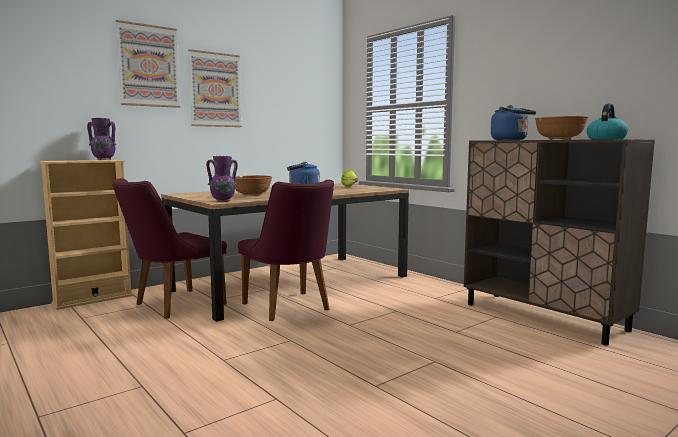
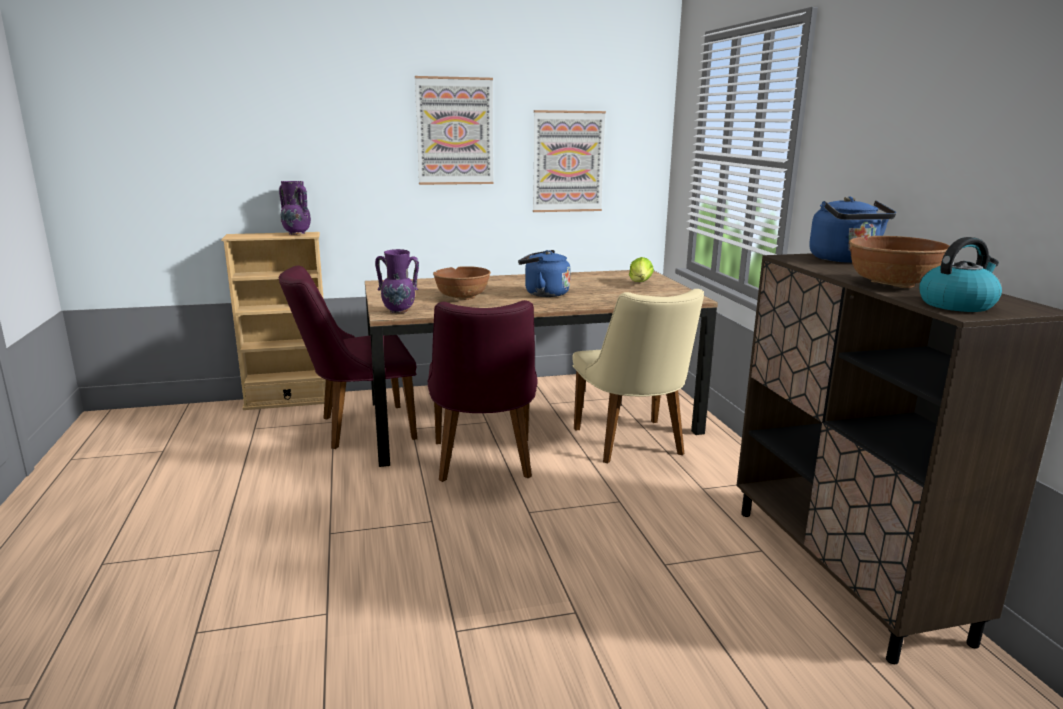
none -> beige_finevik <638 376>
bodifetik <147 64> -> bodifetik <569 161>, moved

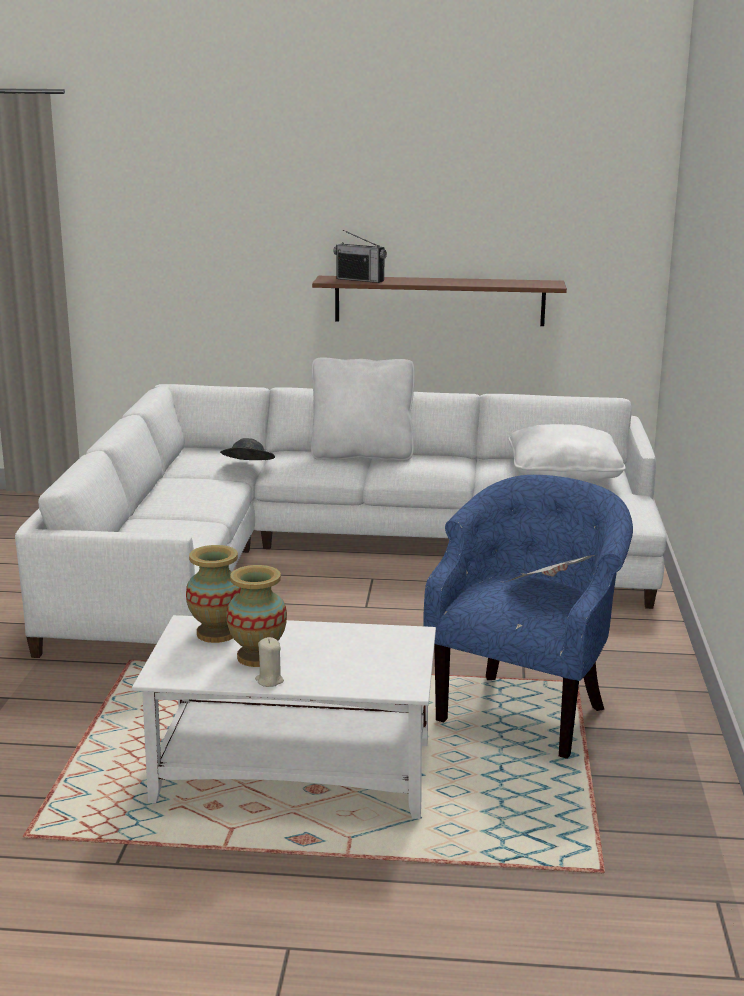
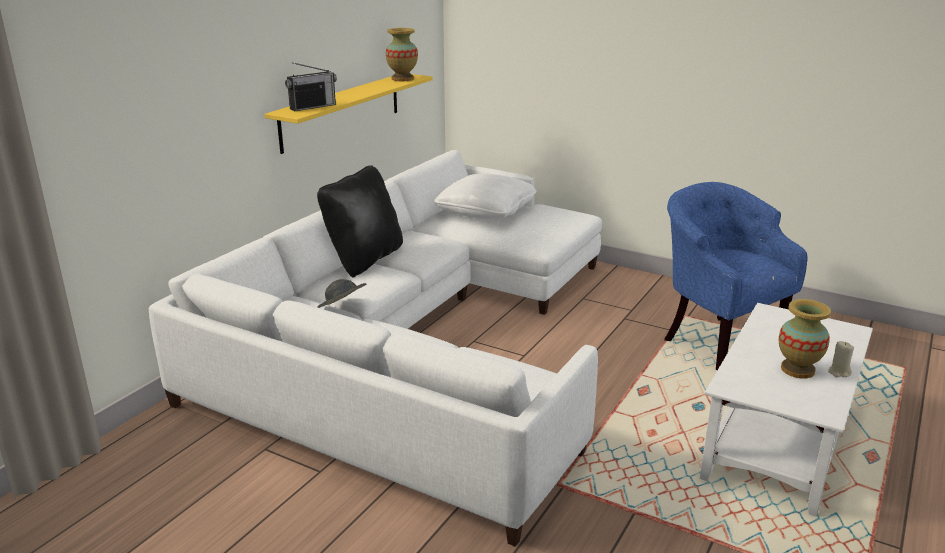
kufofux <550 568> -> none
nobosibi <213 594> -> nobosibi <402 54>, moved
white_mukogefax <363 409> -> black_mukogefax <360 222>
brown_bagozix <439 301> -> yellow_bagozix <348 114>

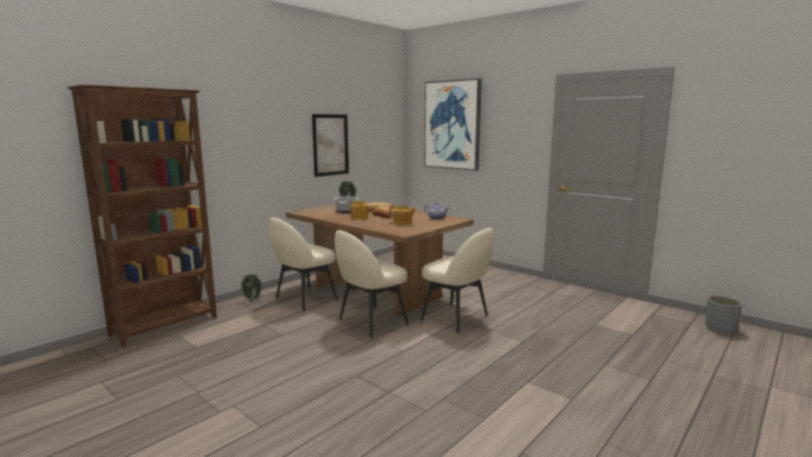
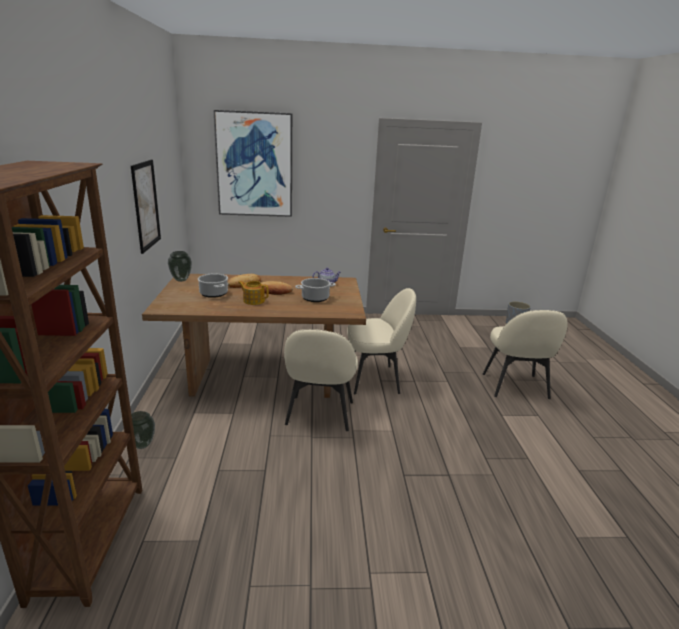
beige_finevik <303 264> -> beige_finevik <525 354>, moved
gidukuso <403 215> -> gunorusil <315 290>

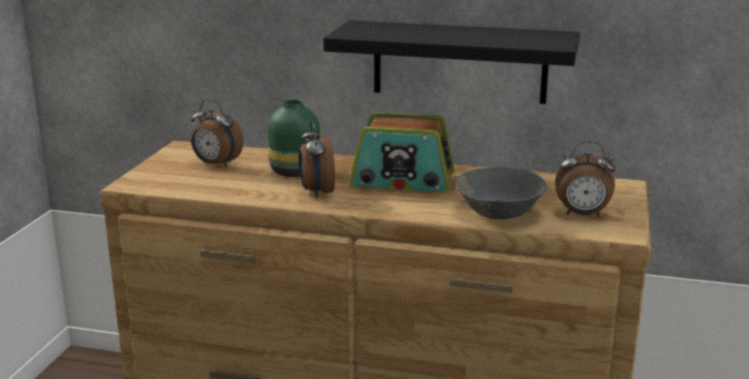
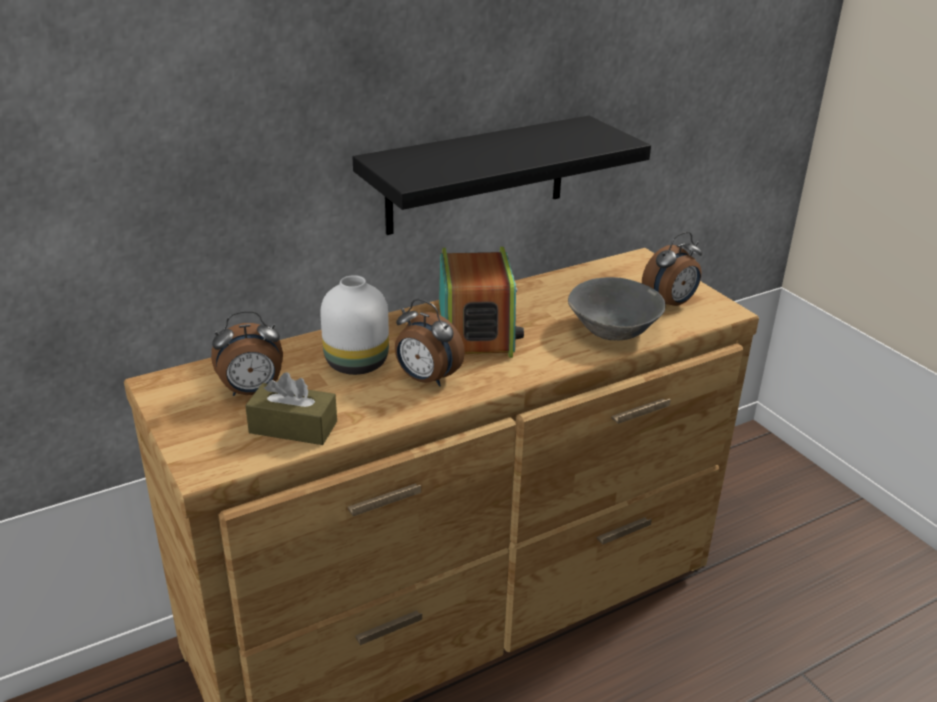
none -> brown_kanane <291 408>
green_nobosibi <294 138> -> white_nobosibi <354 325>
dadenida <402 152> -> dadenida <481 302>, 60 degrees counterclockwise

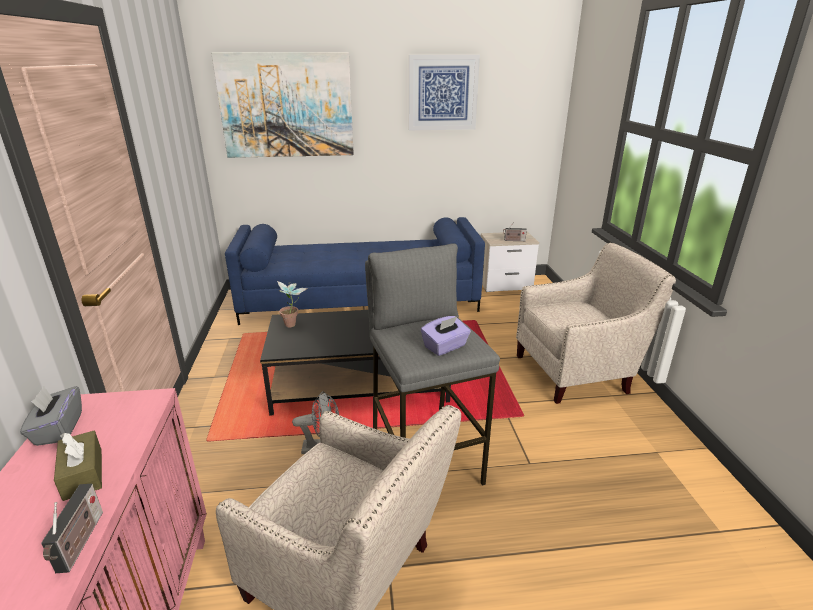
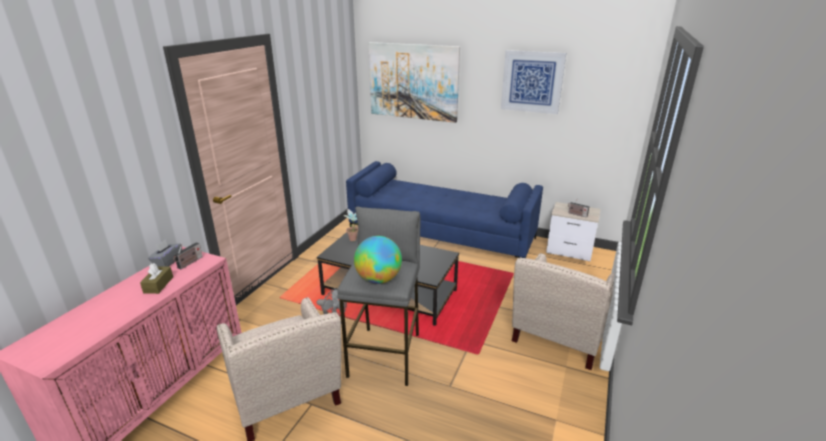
dadenida <72 528> -> dadenida <188 255>, moved
purple_kanane <446 336> -> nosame <378 260>
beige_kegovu <596 323> -> beige_kegovu <563 311>, 105 degrees clockwise

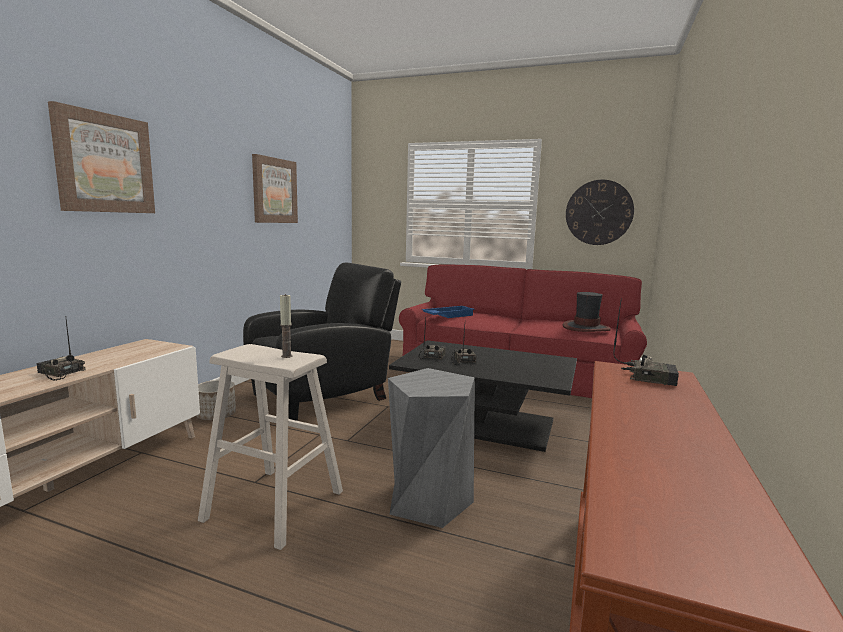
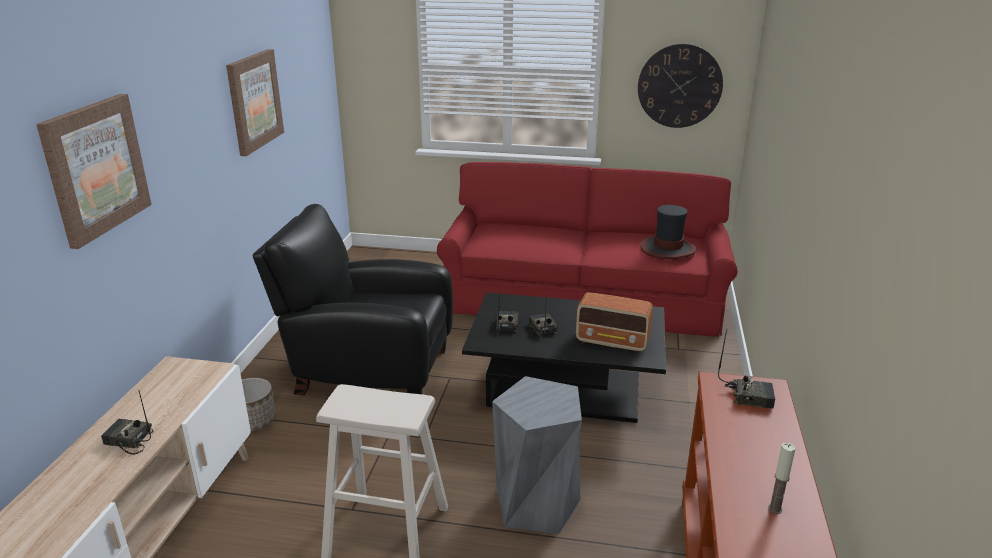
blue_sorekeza <448 312> -> none
none -> dadenida <614 322>
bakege <286 326> -> bakege <782 478>, moved
black_kegovu <322 342> -> black_kegovu <353 299>, 120 degrees counterclockwise

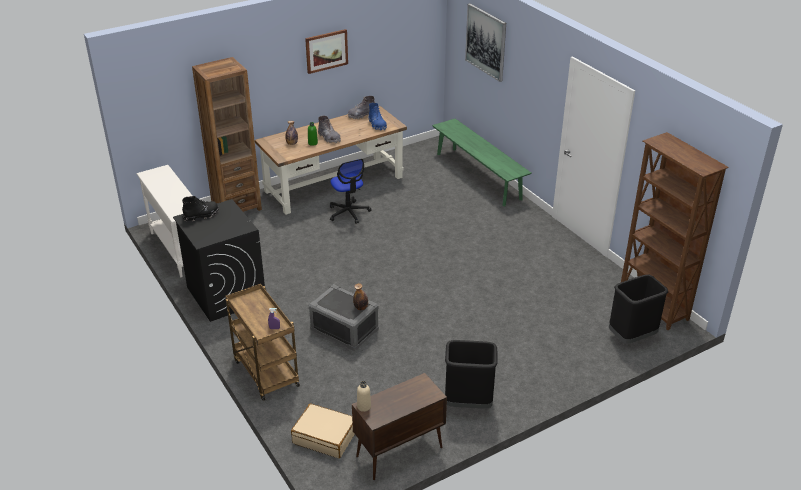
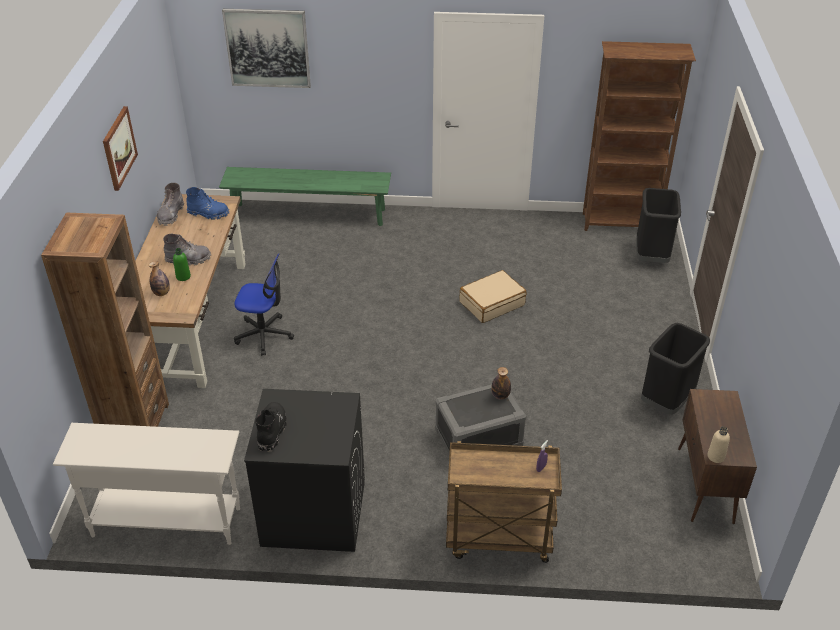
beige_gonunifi <323 431> -> beige_gonunifi <492 296>, moved

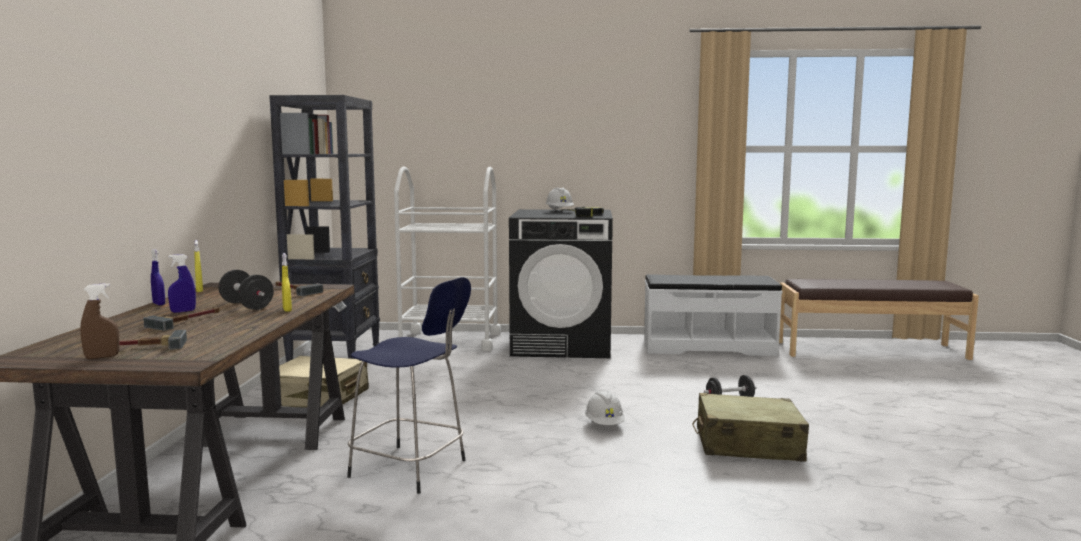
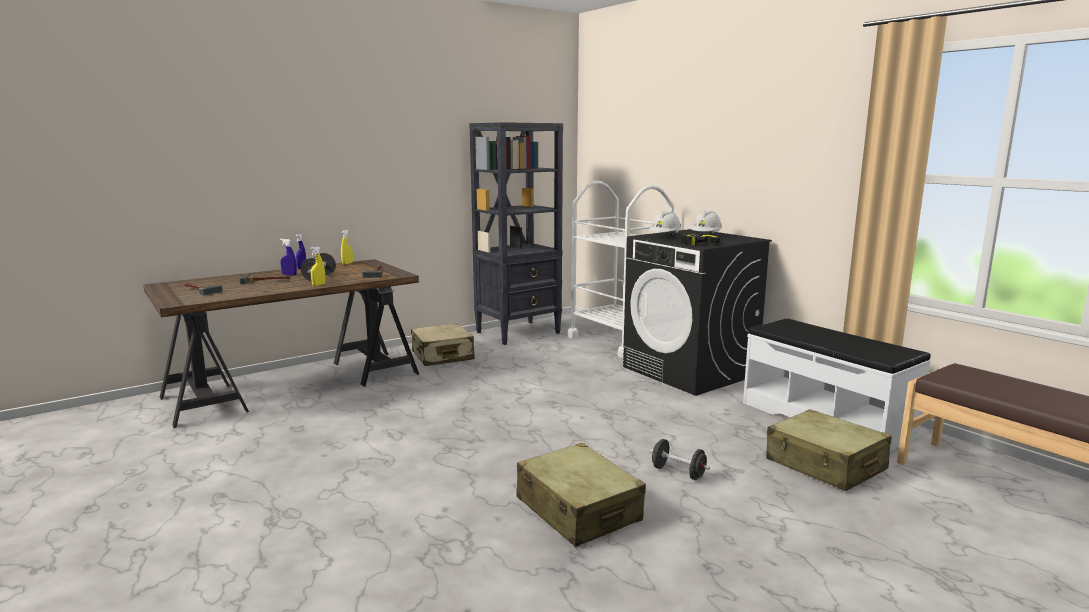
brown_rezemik <100 321> -> none
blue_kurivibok <409 385> -> none
none -> beige_gonunifi <829 450>
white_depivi <605 408> -> white_depivi <665 223>, moved

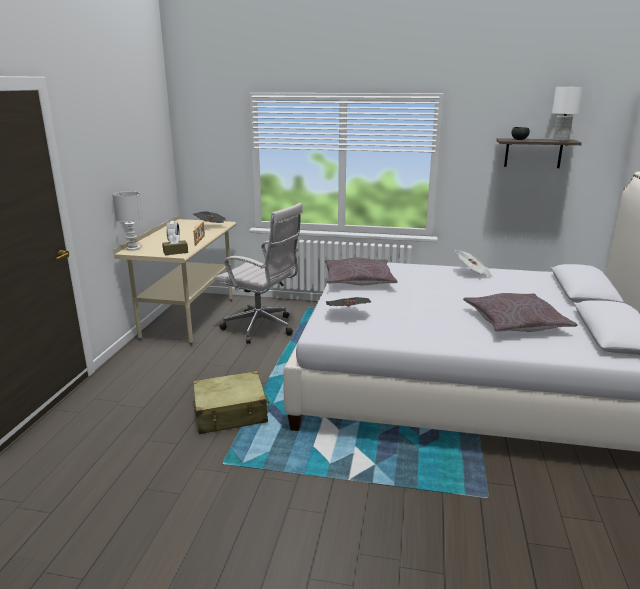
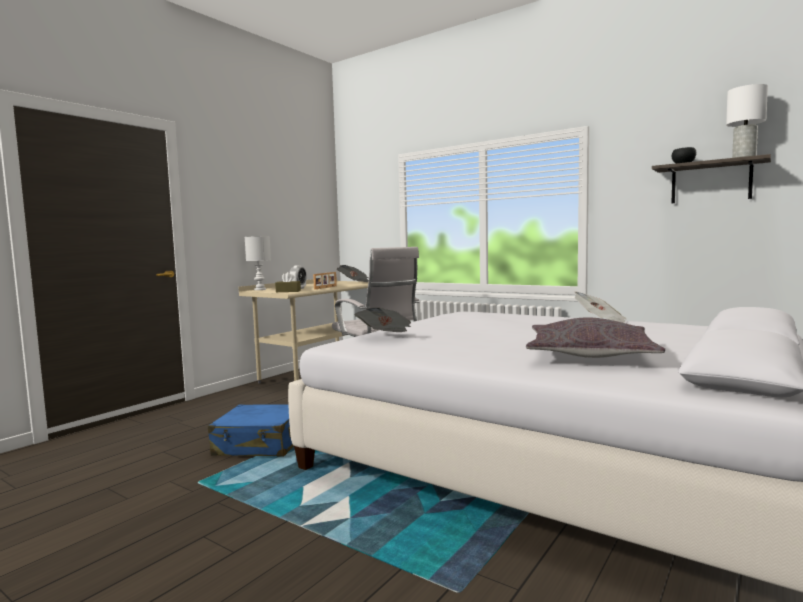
grey_mukogefax <361 271> -> none
beige_gonunifi <231 402> -> blue_gonunifi <251 430>

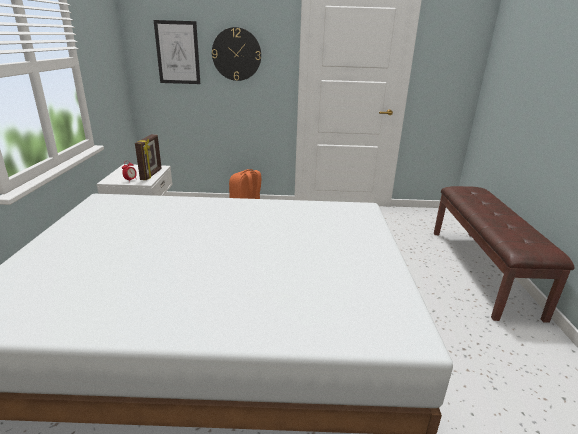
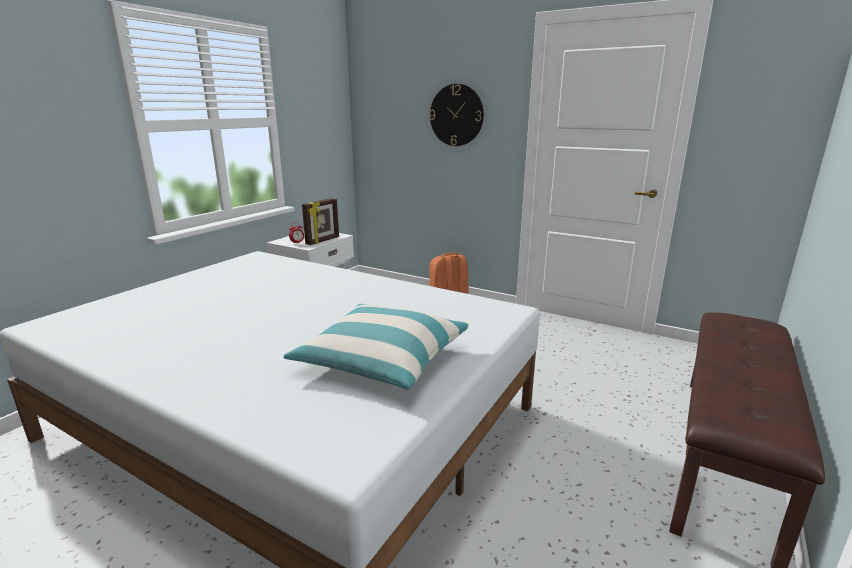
bodifetik <177 52> -> none
none -> mukogefax <376 346>

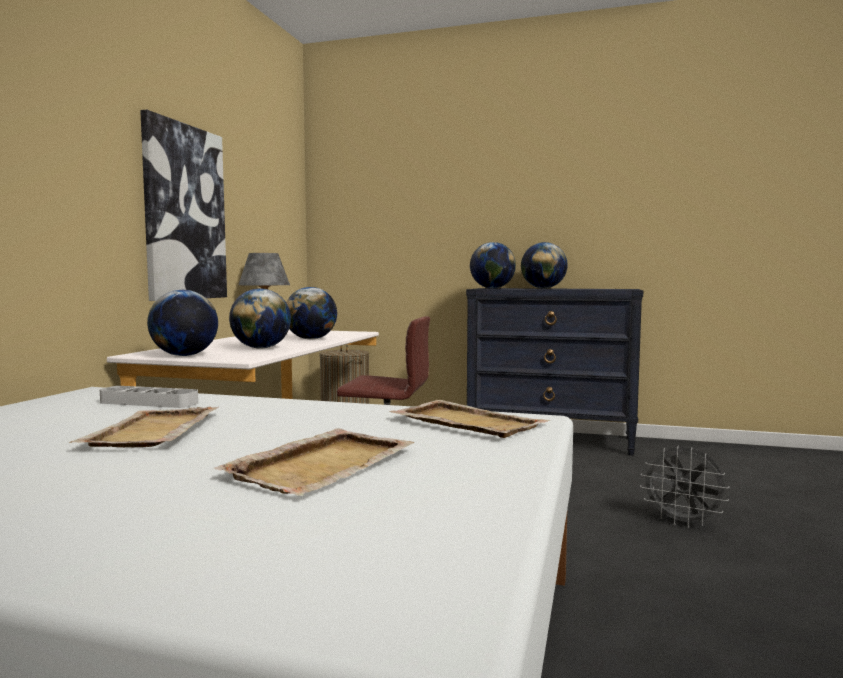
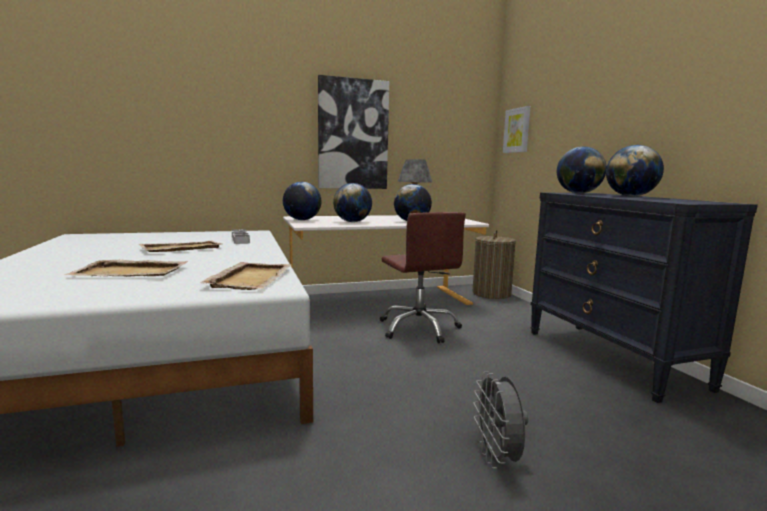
none -> bodifetik <517 129>

